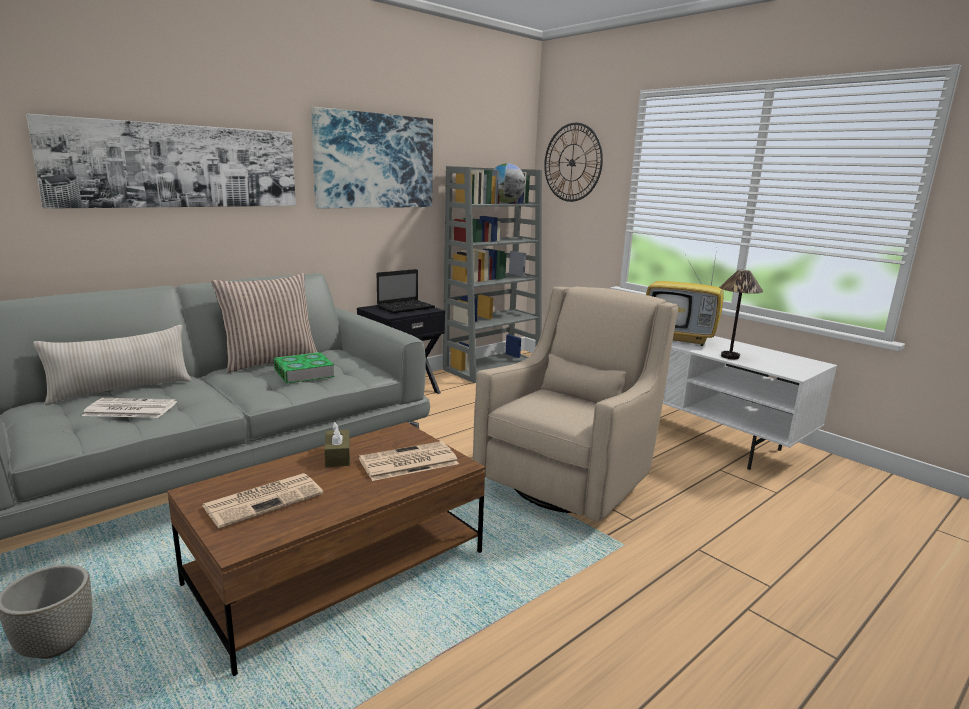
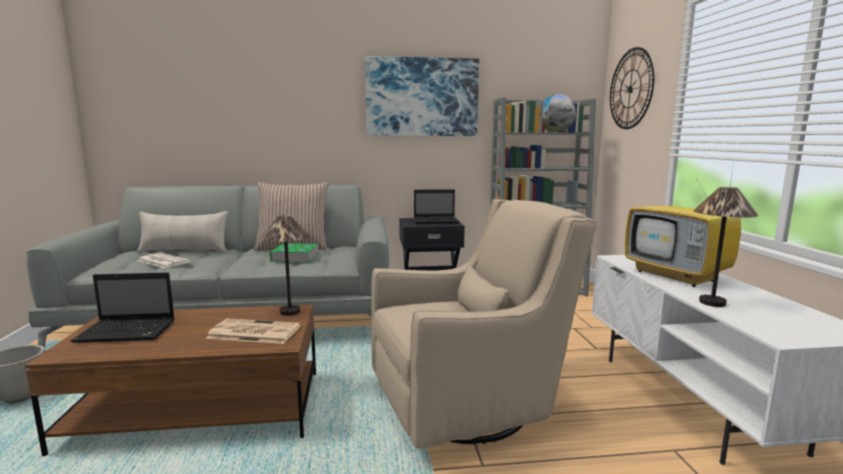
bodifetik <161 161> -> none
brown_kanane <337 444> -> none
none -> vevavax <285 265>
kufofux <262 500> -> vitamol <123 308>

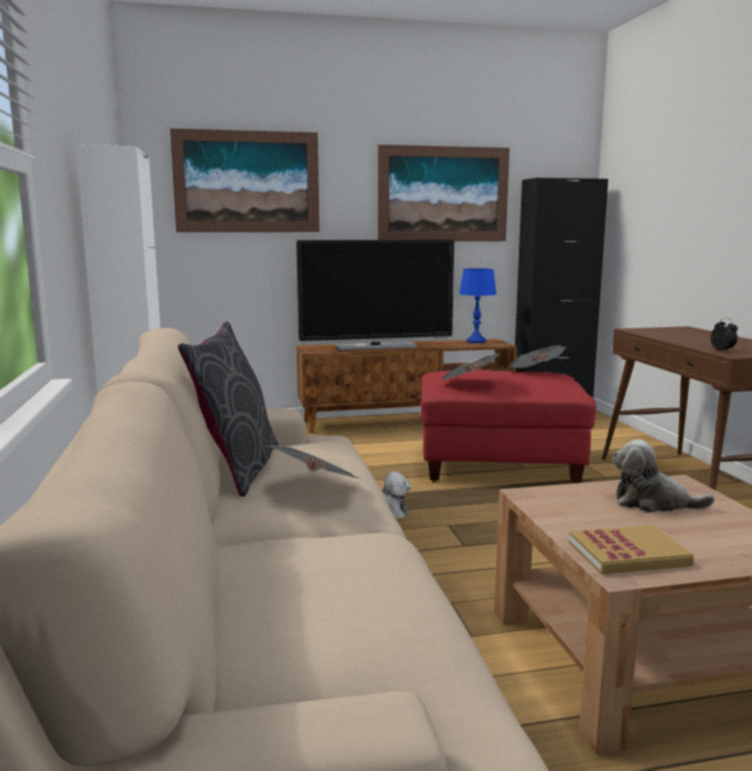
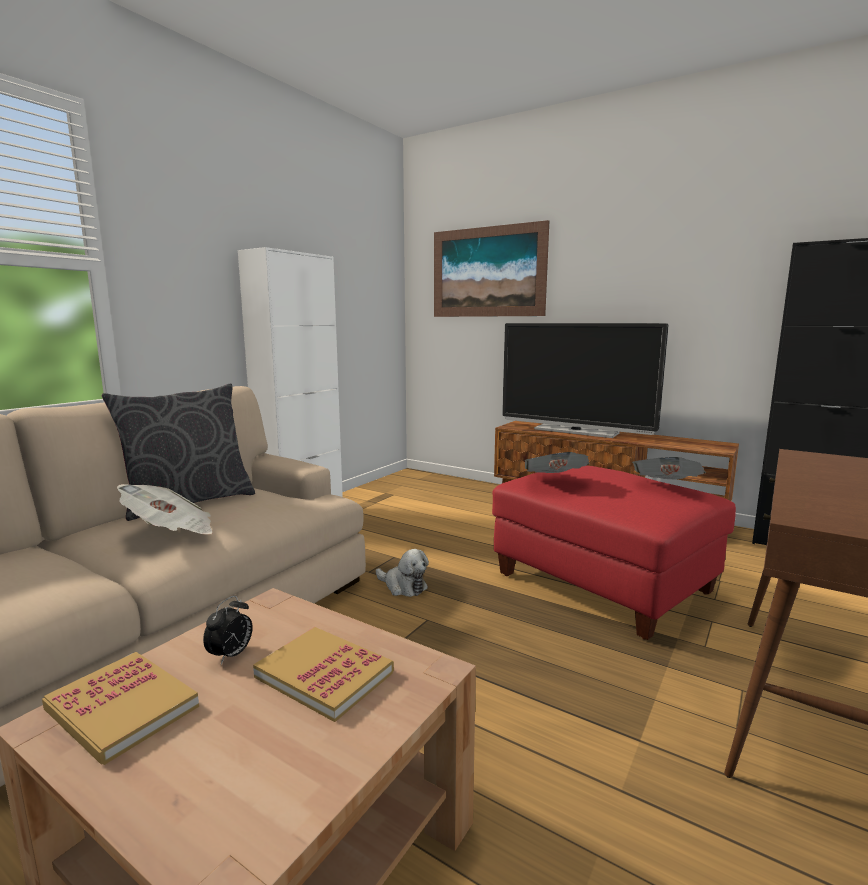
bodifetik <444 193> -> none
blue_vevavax <477 305> -> none
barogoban <724 335> -> barogoban <228 630>, moved
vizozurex <664 475> -> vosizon <323 674>

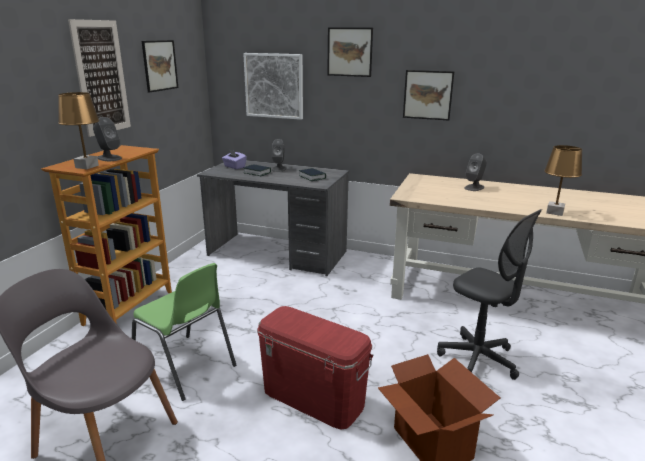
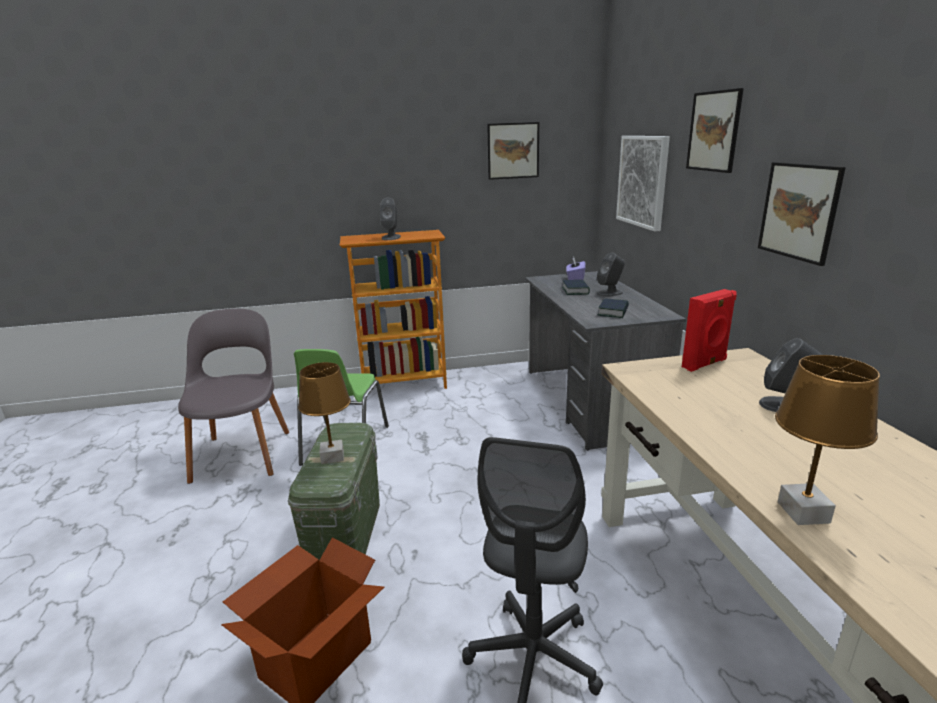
bodifetik <99 78> -> none
none -> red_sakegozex <709 330>
brown_vevavax <79 130> -> brown_vevavax <324 413>, moved
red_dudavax <315 368> -> green_dudavax <334 491>

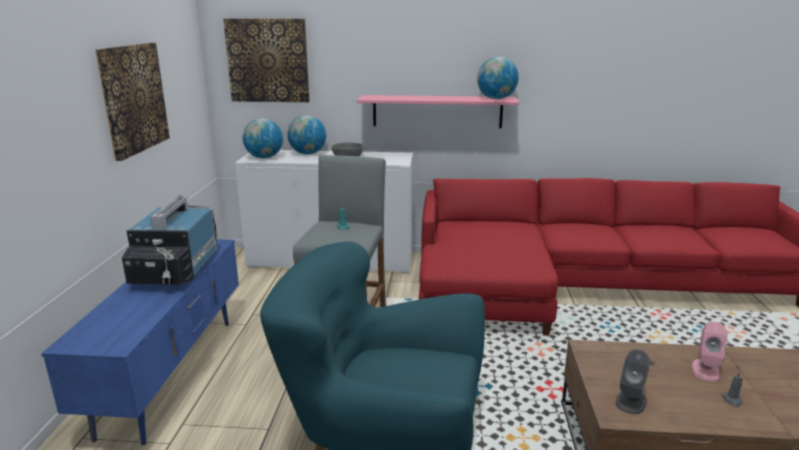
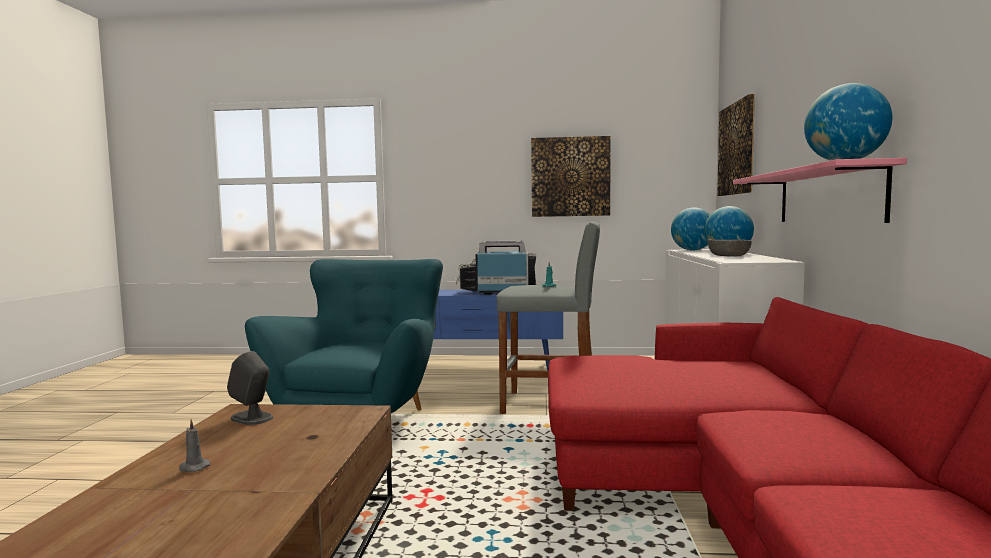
pink_sakegozex <709 352> -> none

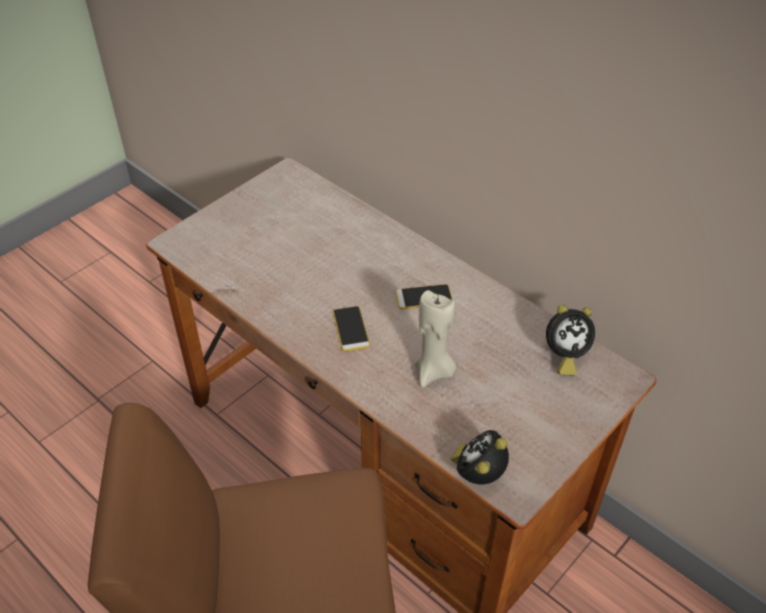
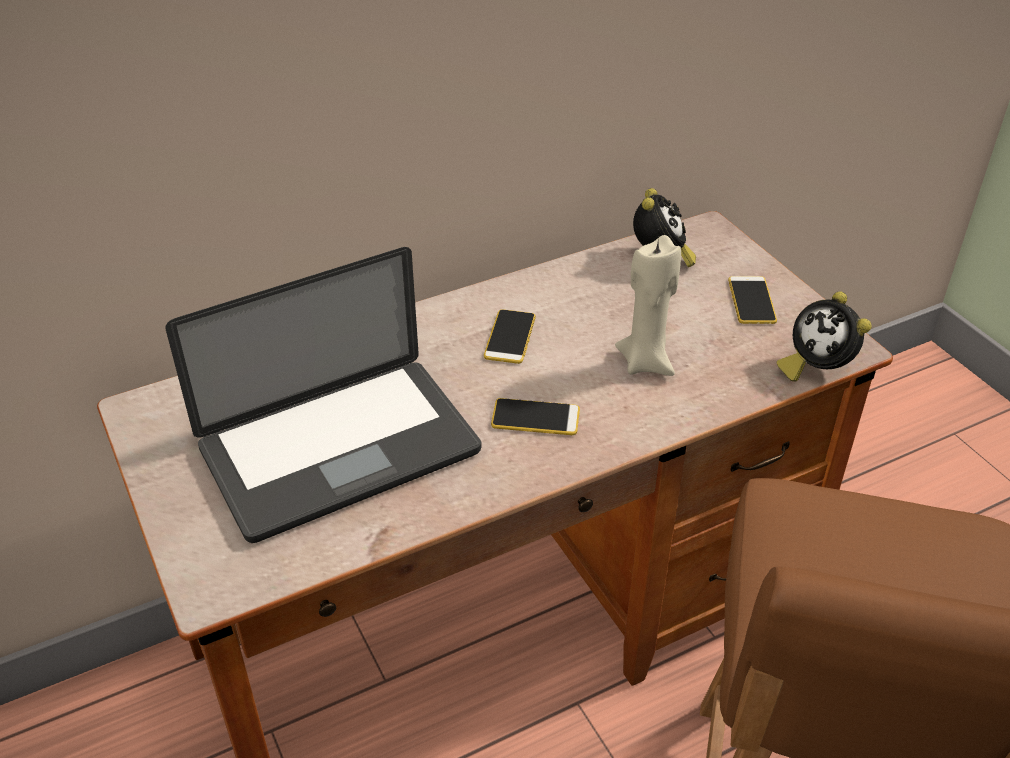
none -> vitamol <324 395>
none -> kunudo <752 300>

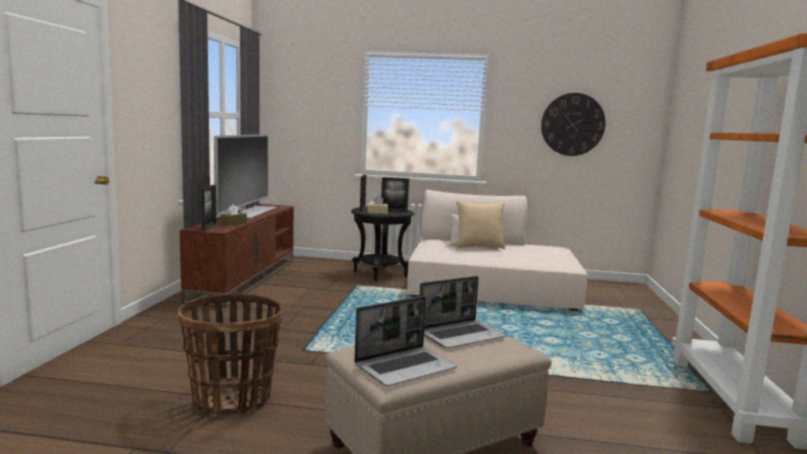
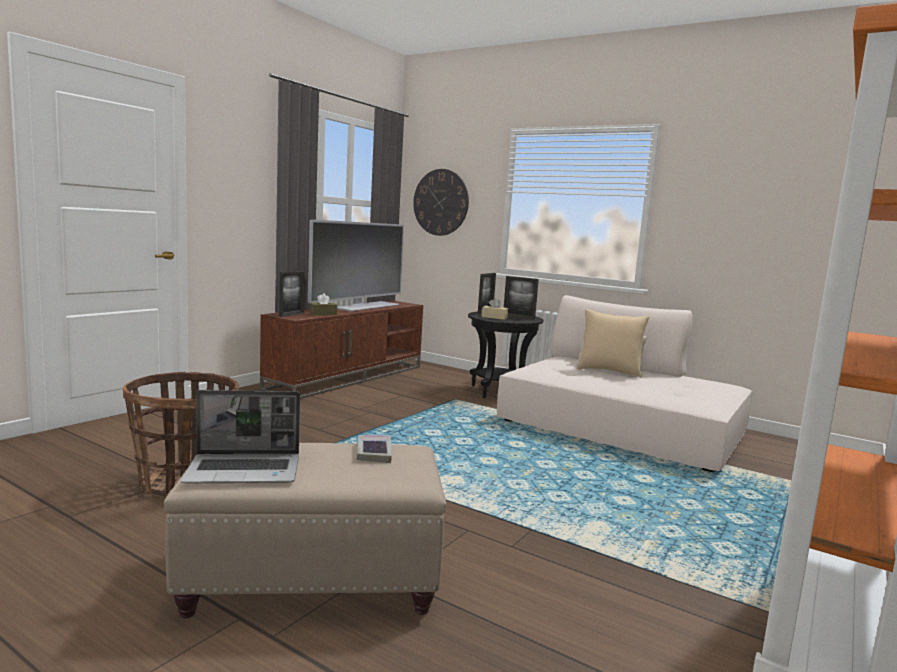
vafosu <573 124> -> vafosu <441 202>, moved
vitamol <462 312> -> vosizon <374 449>

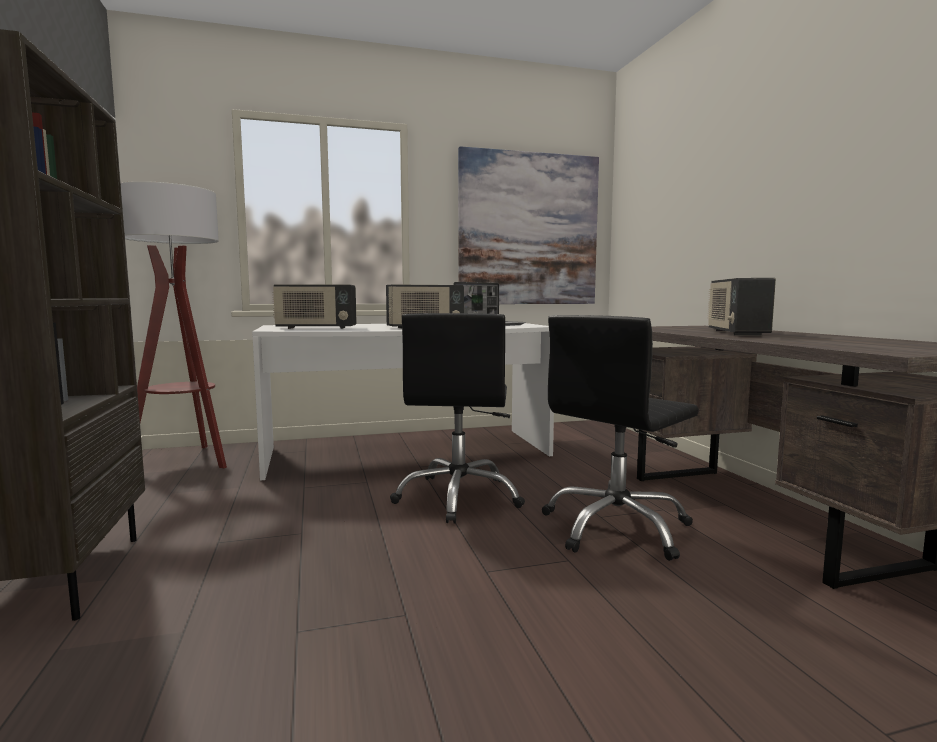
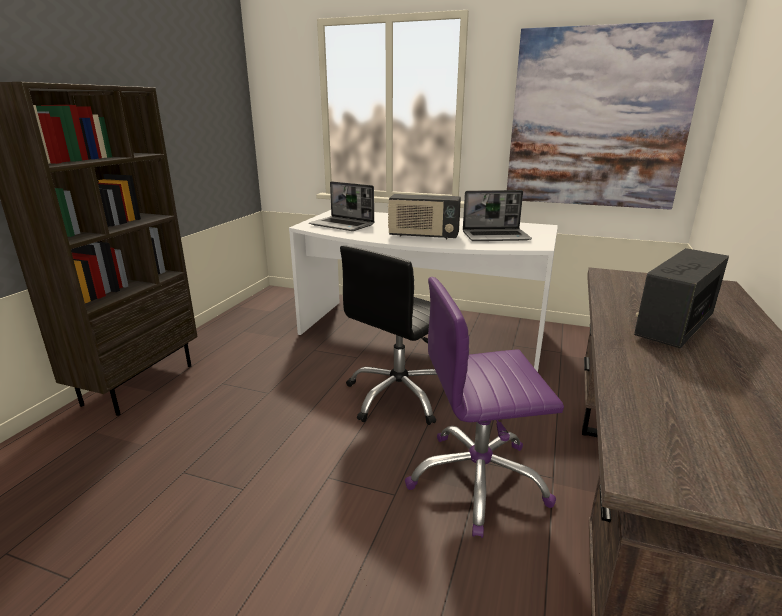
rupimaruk <174 324> -> none
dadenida <314 306> -> vitamol <341 206>
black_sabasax <620 438> -> purple_sabasax <484 407>

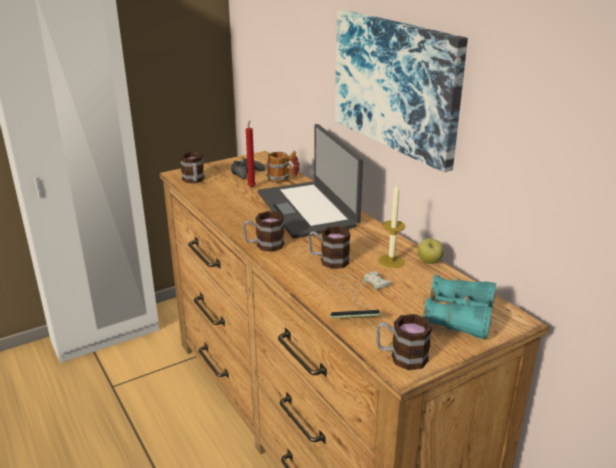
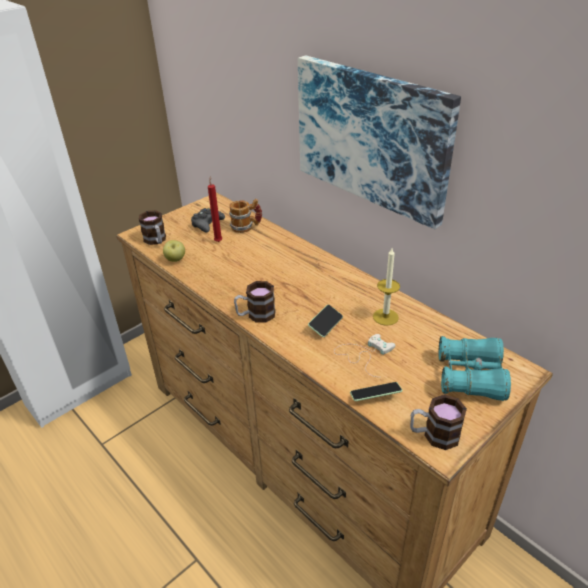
vitamol <310 181> -> none
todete <431 251> -> todete <174 251>, moved
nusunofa <329 247> -> kunudo <325 321>

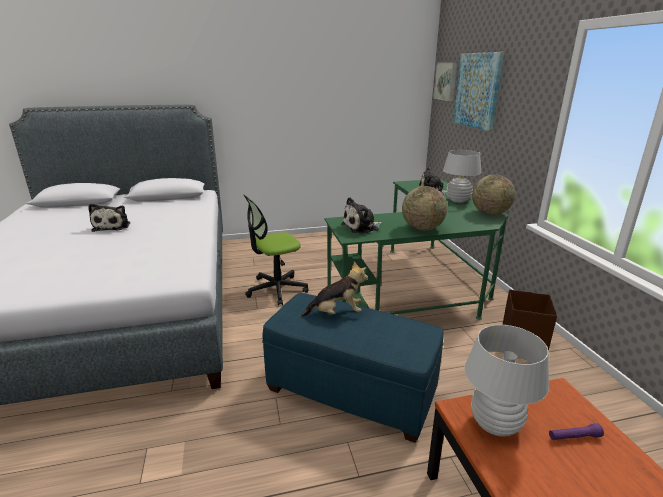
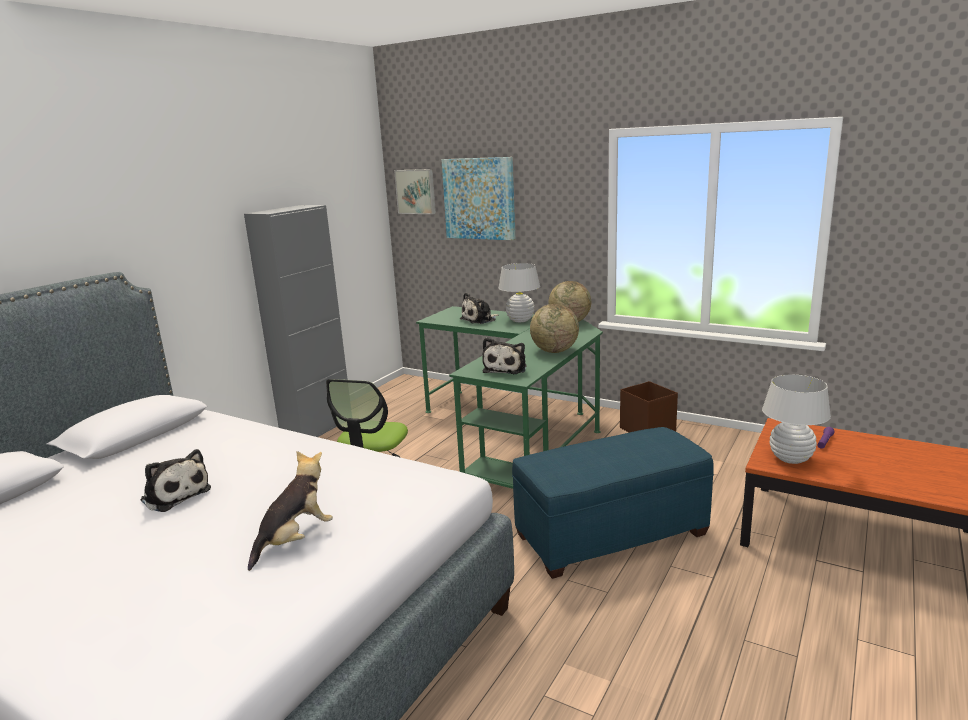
none -> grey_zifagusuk <296 321>
vizozurex <334 289> -> vizozurex <290 511>, moved

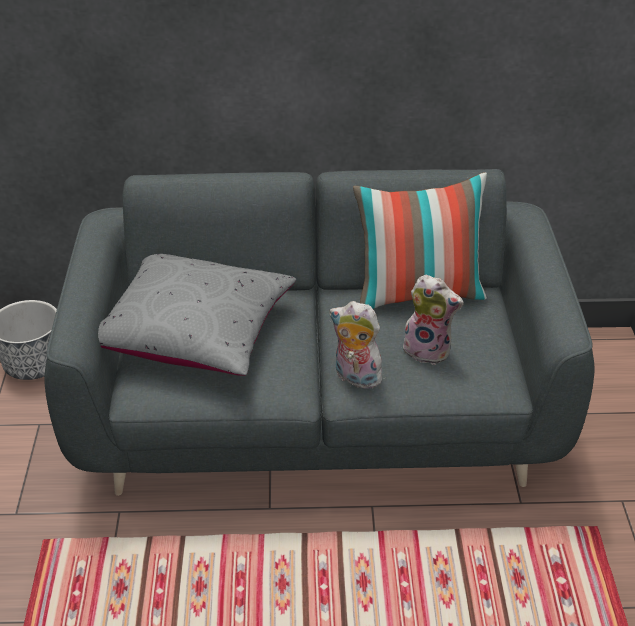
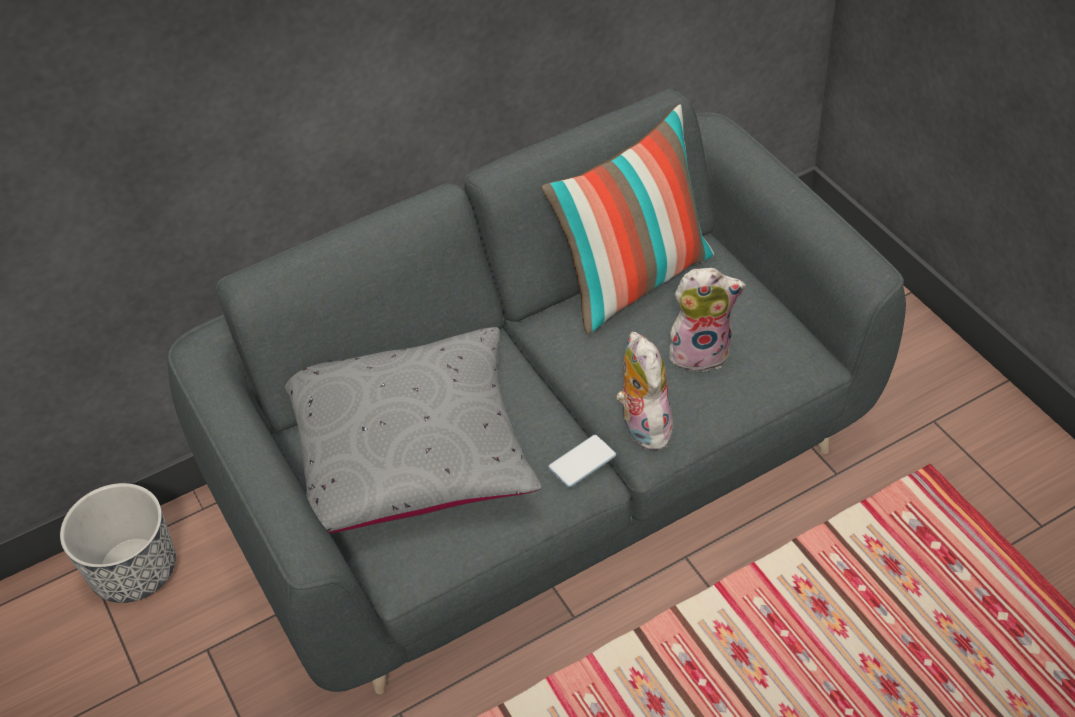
none -> kunudo <582 461>
vizozurex <355 345> -> vizozurex <644 391>, 75 degrees clockwise

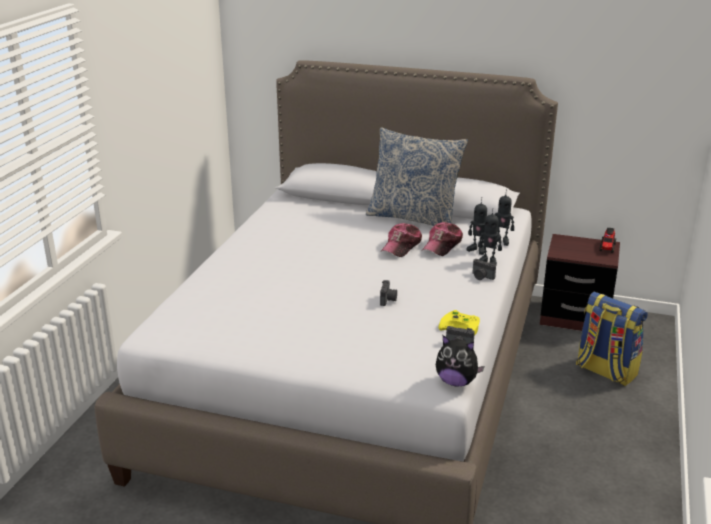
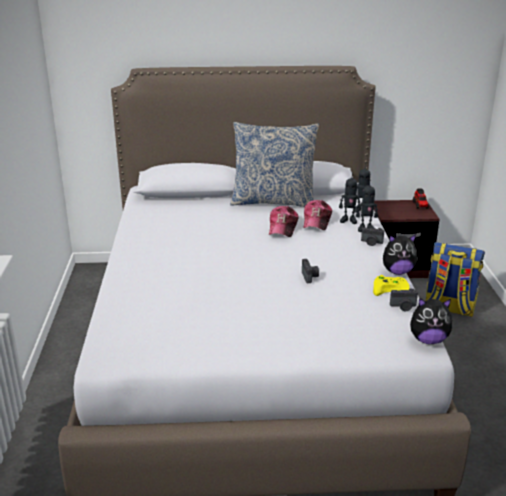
none -> vizozurex <400 254>

